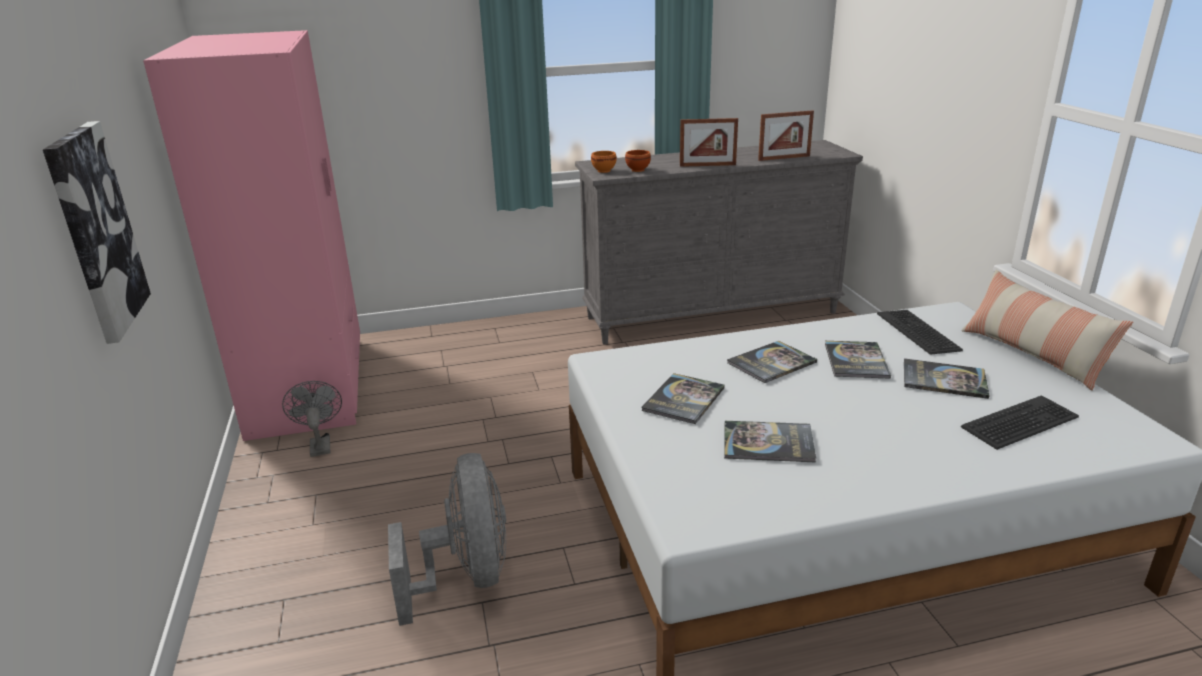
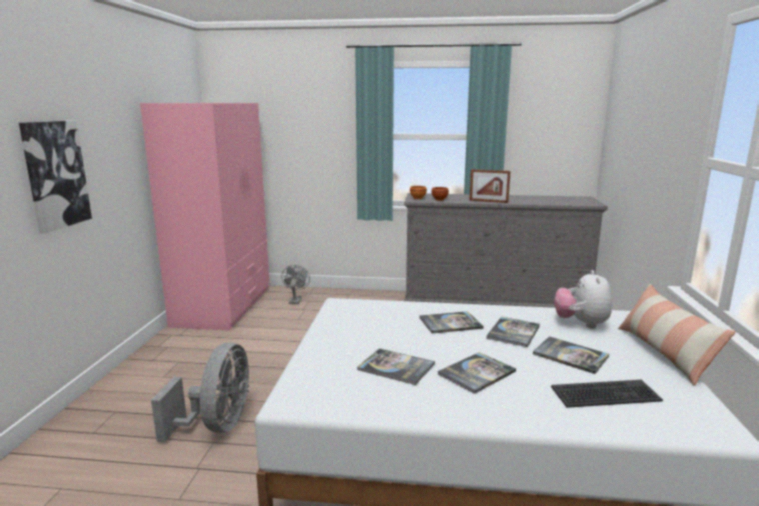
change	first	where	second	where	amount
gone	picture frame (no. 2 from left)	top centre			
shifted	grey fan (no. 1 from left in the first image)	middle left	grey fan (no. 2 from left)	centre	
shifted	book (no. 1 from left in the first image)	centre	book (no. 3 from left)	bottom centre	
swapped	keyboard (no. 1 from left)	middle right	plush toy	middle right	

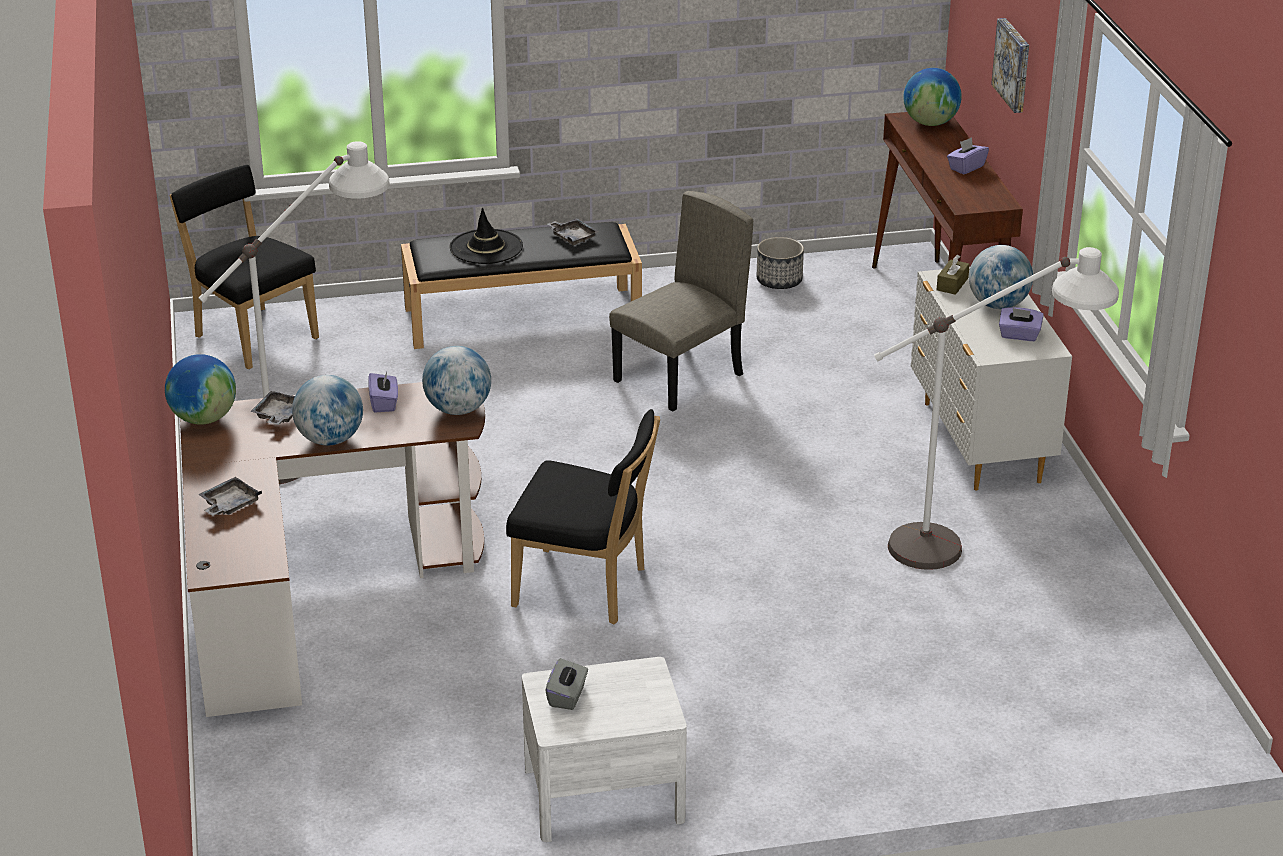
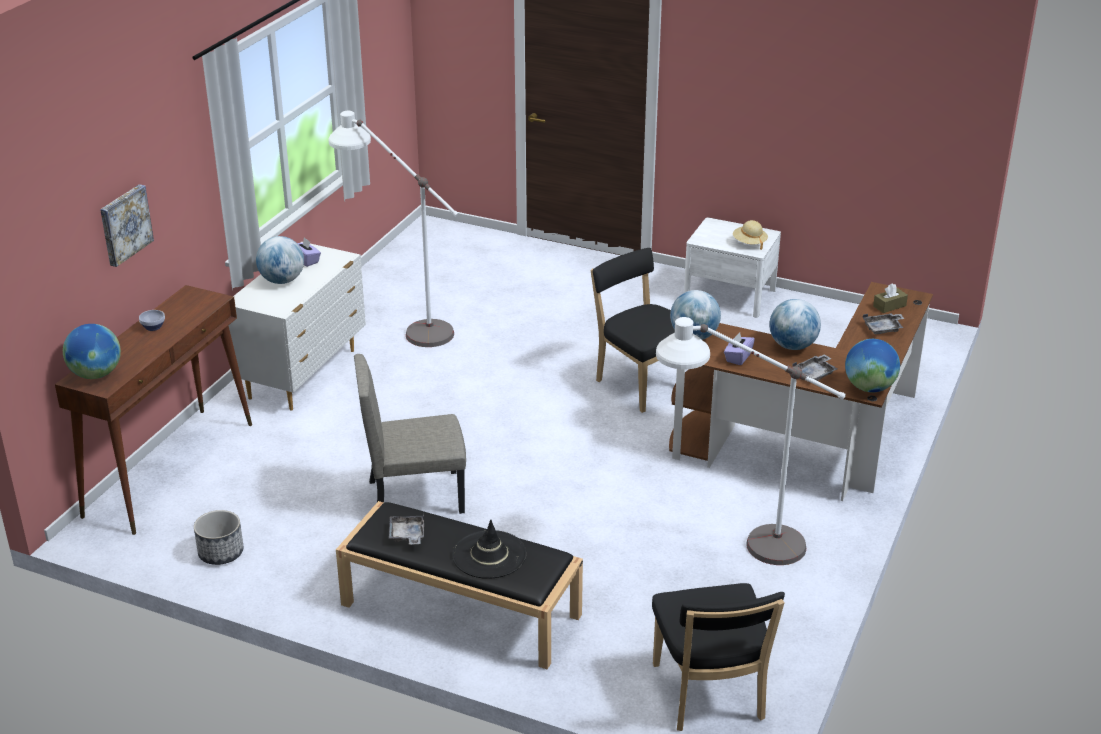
change	first	where	second	where	amount
shifted	brown tissue box	top right		middle right	
swapped	grey tissue box	bottom centre	beige hat	top right	
swapped	purple tissue box (no. 2 from left)	top right	bowl	middle left	

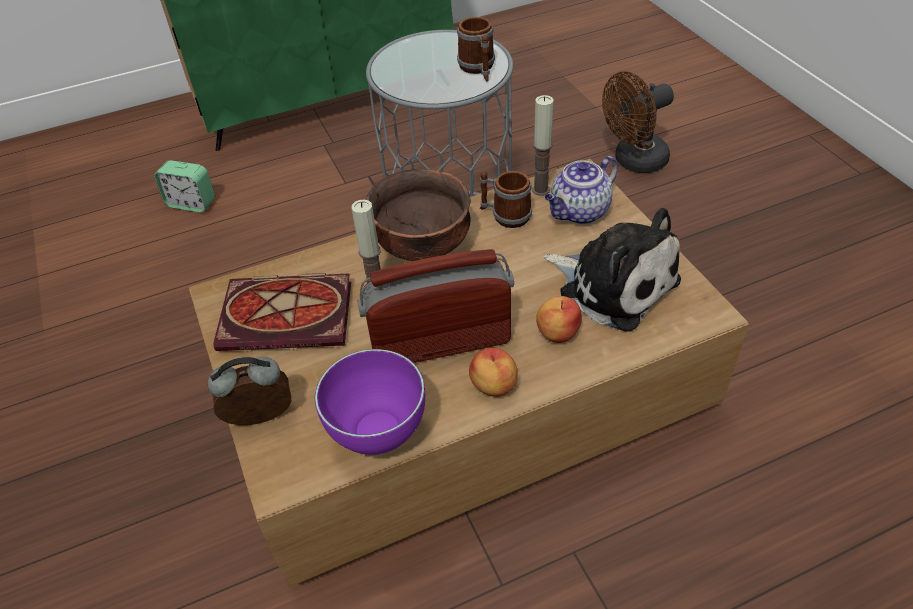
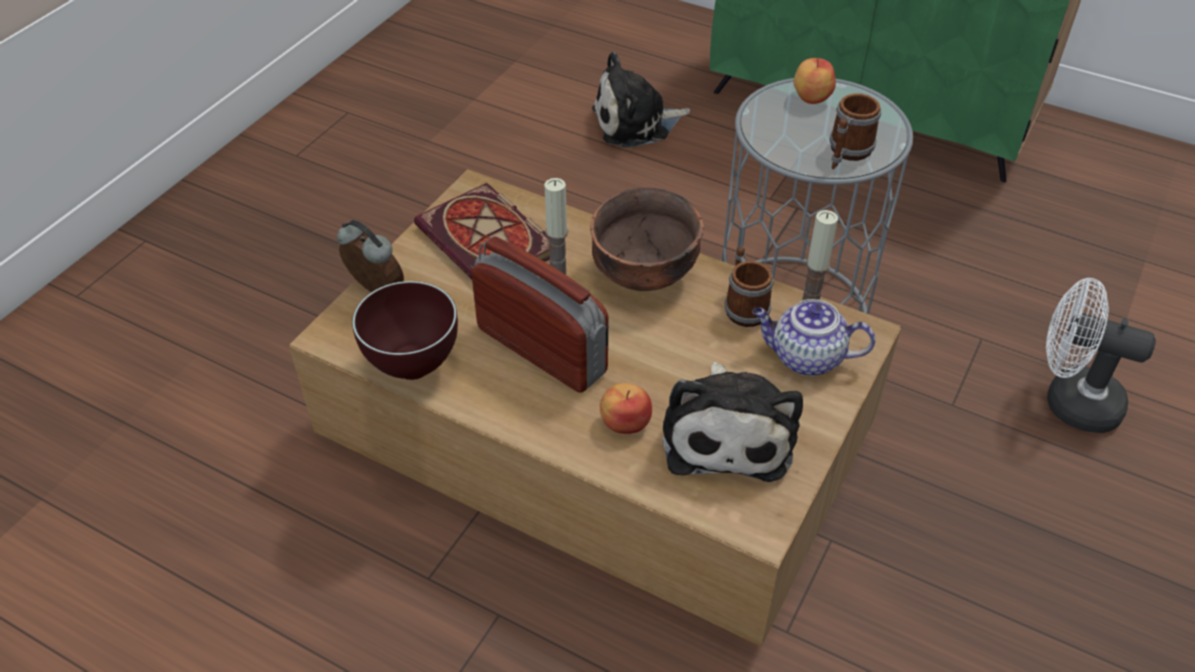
change	first	where	second	where	amount
shifted	apple (no. 1 from left in the first image)	centre	apple (no. 2 from left)	top right	
swapped	alarm clock (no. 1 from left)	top left	plush toy (no. 1 from left)	top centre	
repainted	purple bowl	centre	brown bowl (no. 1 from left)	centre	
repainted	brown fan	top right	white fan	middle right	

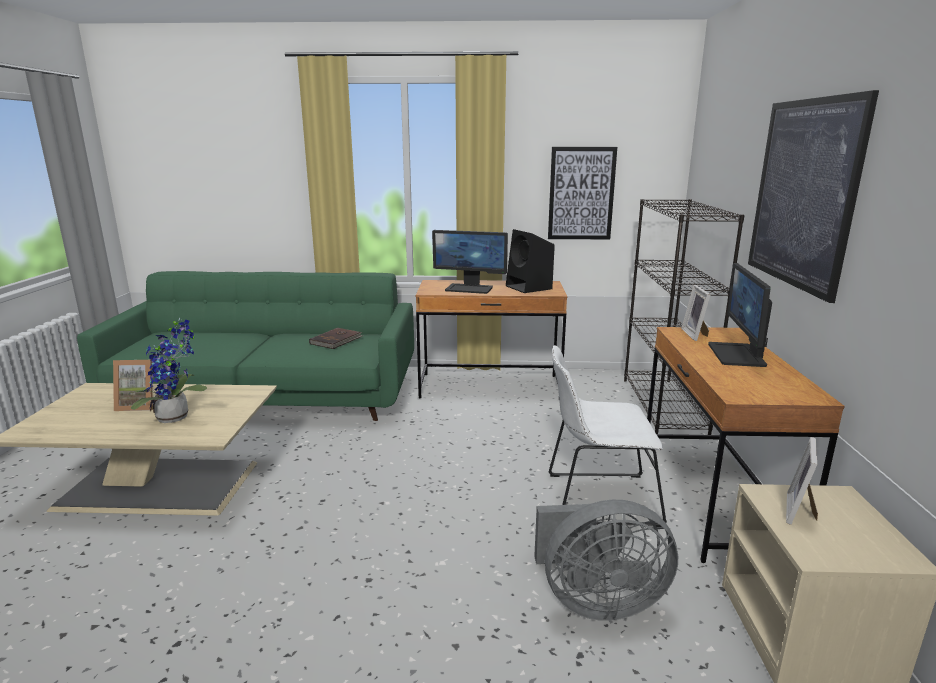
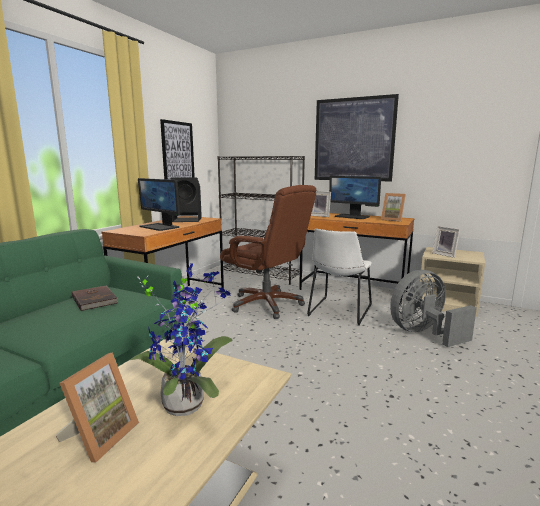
change	first	where	second	where	amount
new			brown office chair	centre	
new			picture frame (no. 3 from left)	middle right	
rotated	monitor (no. 1 from left)	centre		middle left	90 degrees clockwise
rotated	grey fan	bottom centre		middle right	135 degrees counterclockwise

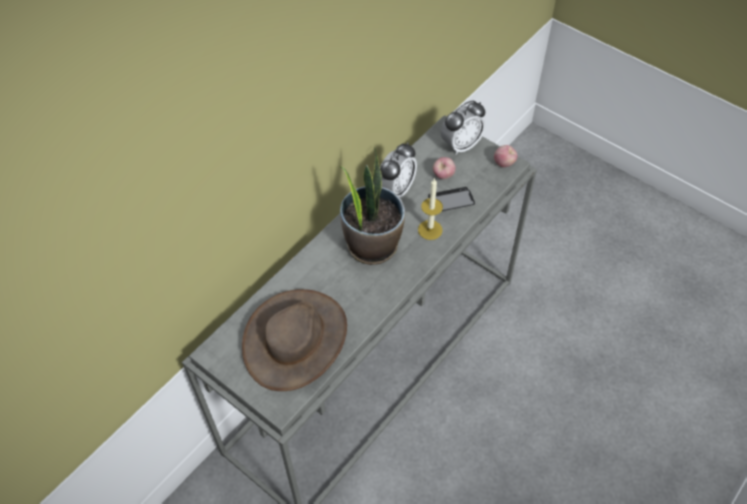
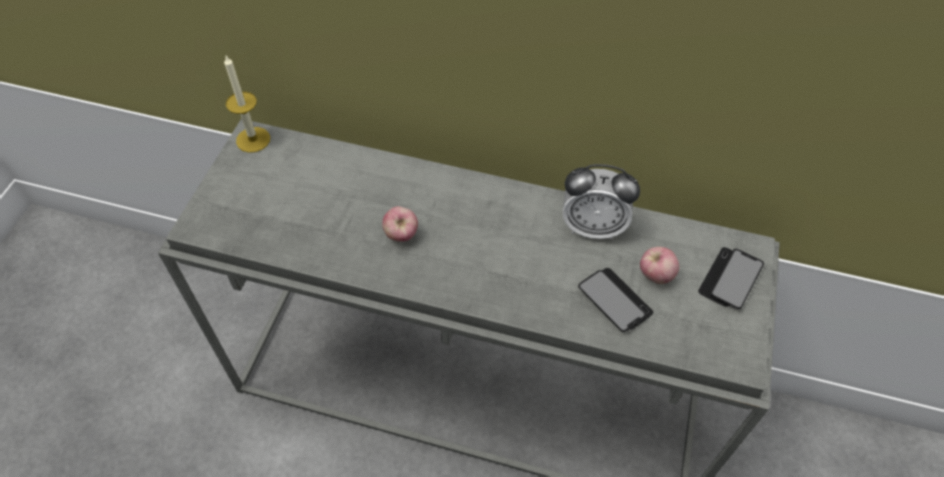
change	first	where	second	where	amount
gone	brown hat	bottom centre			
gone	potted plant	centre			
shifted	candle	centre		top left	
shifted	apple (no. 2 from left in the first image)	top right	apple (no. 1 from left)	centre	
swapped	alarm clock (no. 2 from left)	top centre	phone (no. 2 from left)	middle right	

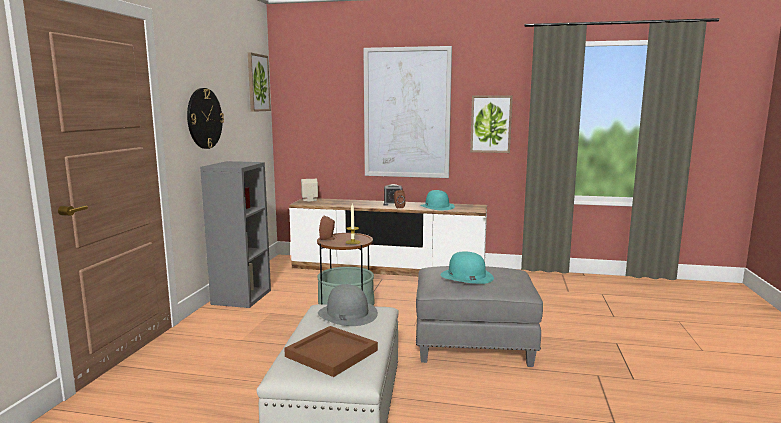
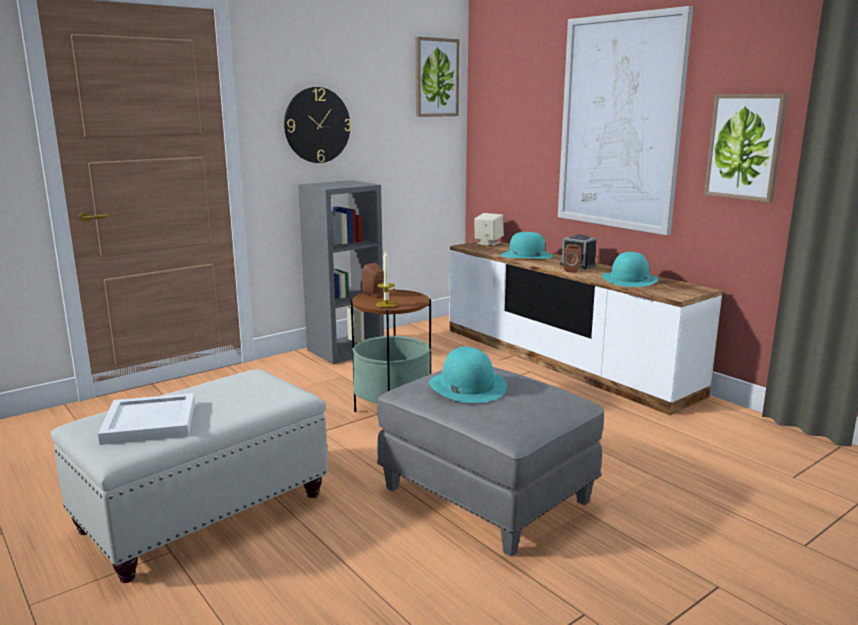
change	first	where	second	where	amount
gone	grey hat	bottom centre			
new			turquoise hat (no. 2 from left)	centre	
repainted	brown tray	bottom centre	white tray	bottom left	

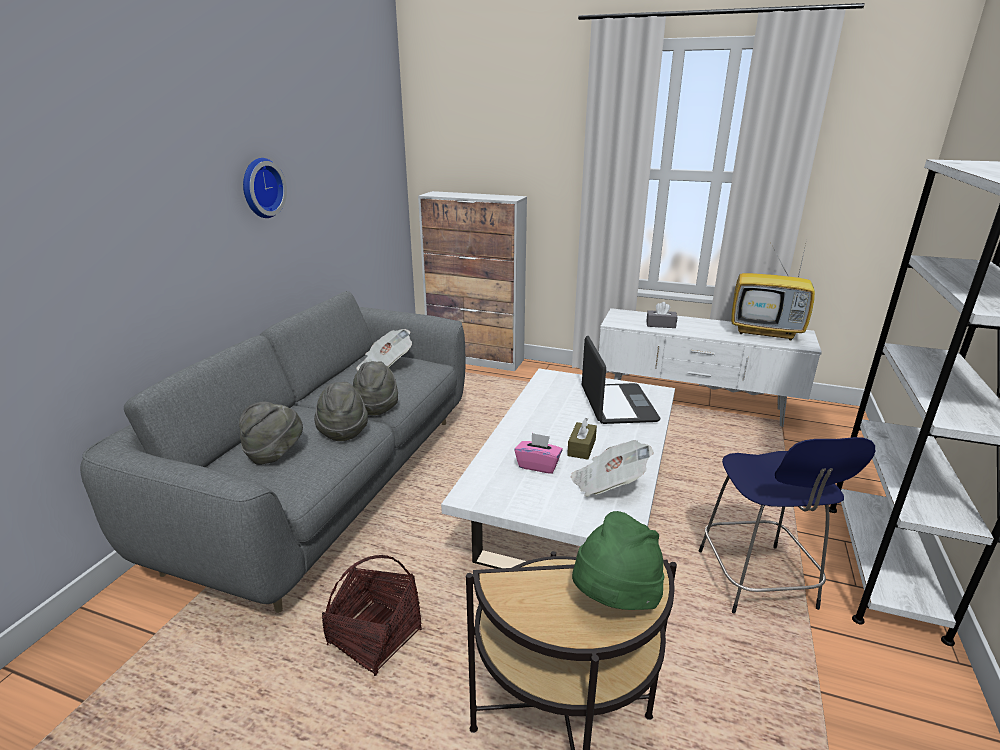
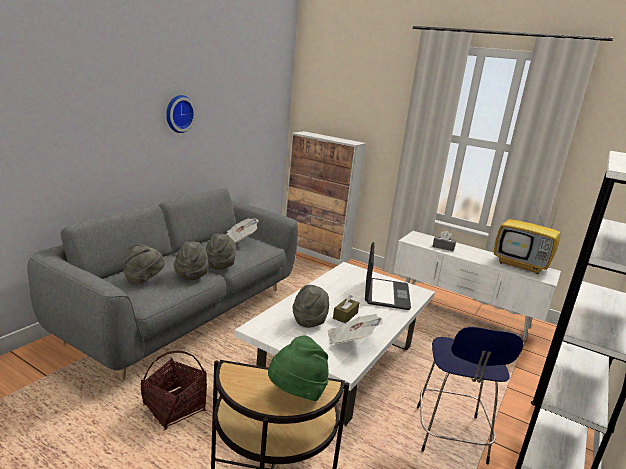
change	first	where	second	where	amount
swapped	pink tissue box	centre	grey hat (no. 4 from left)	centre	

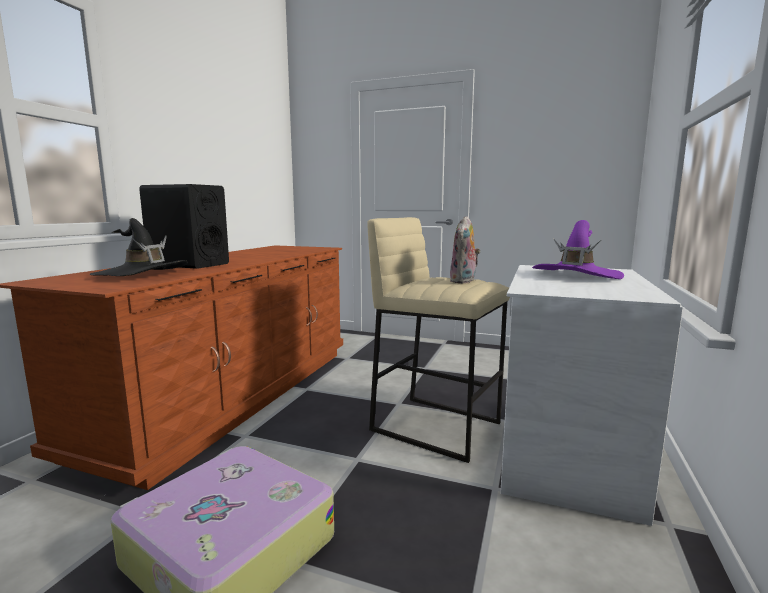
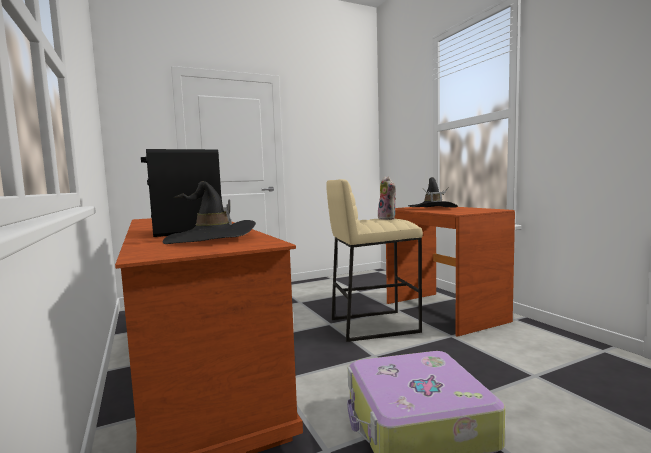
change	first	where	second	where	amount
repainted	white desk	middle right	brown desk	middle right	
repainted	purple hat	middle right	black hat (no. 2 from left)	centre	

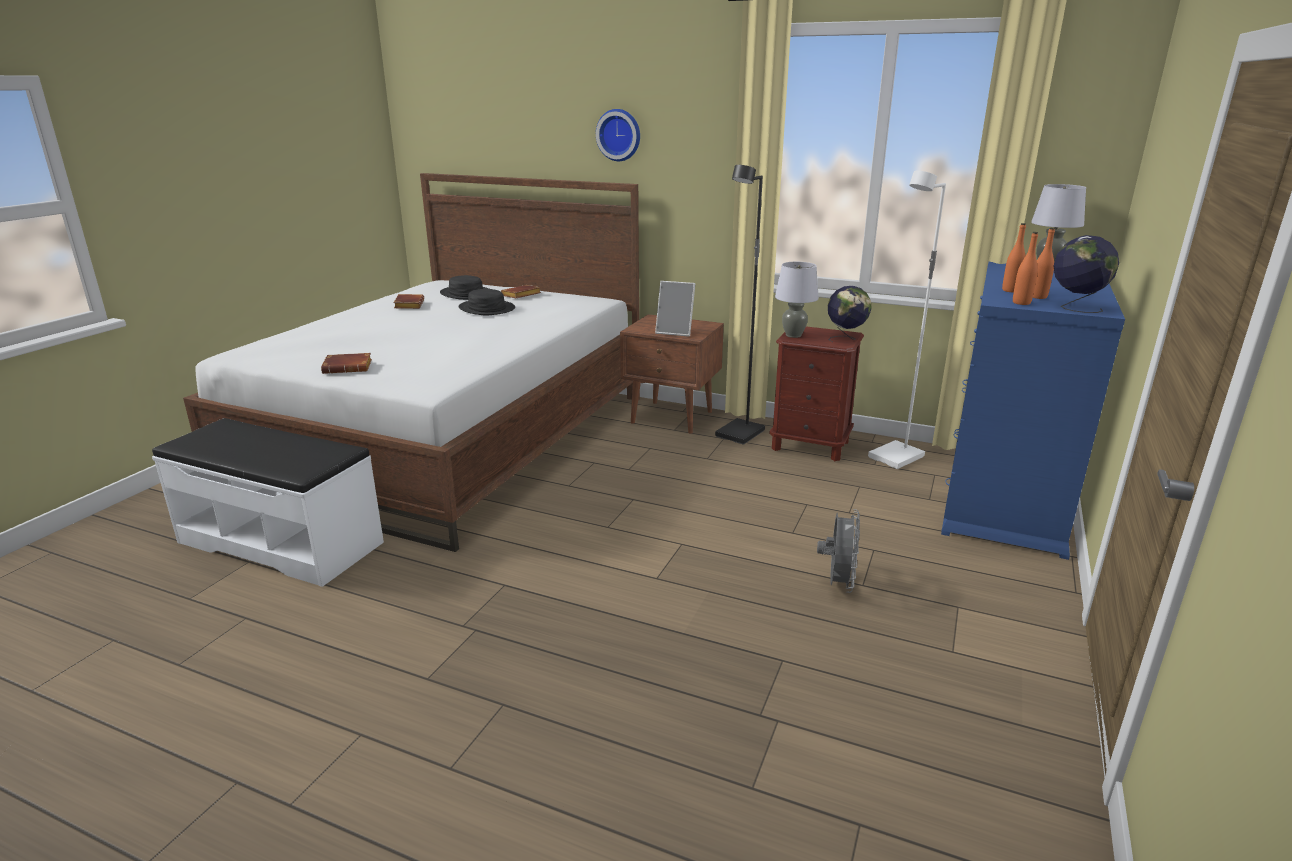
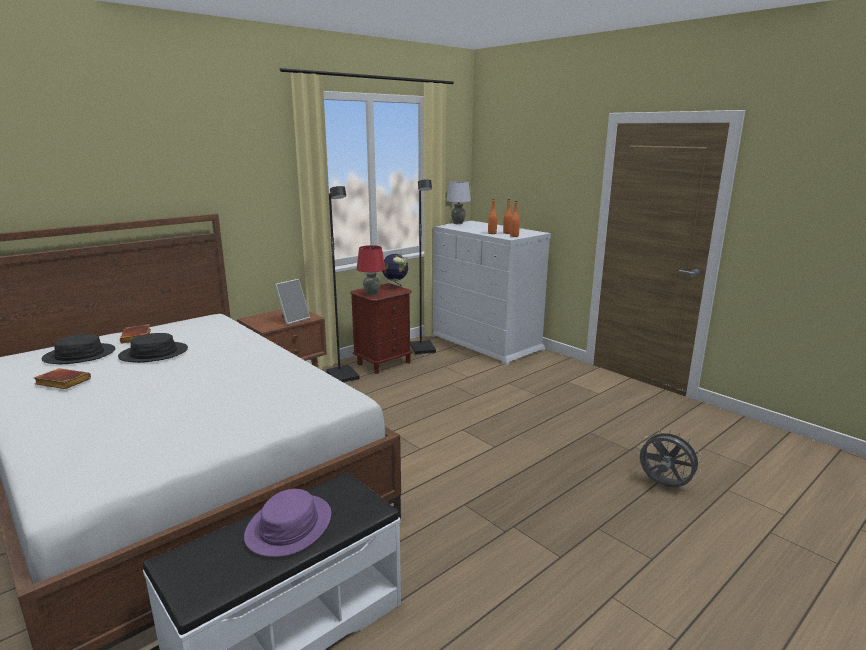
change	first	where	second	where	amount
gone	brown book (no. 1 from left)	middle left			
gone	wall clock	top centre			
gone	globe (no. 2 from left)	top right			
new			purple hat	bottom left	
shifted	grey fan	centre		bottom right	
repainted	grey table lamp (no. 1 from left)	centre	red table lamp	centre	
repainted	white floor lamp	middle right	black floor lamp (no. 2 from left)	centre	
repainted	blue dresser	middle right	white dresser	centre	

